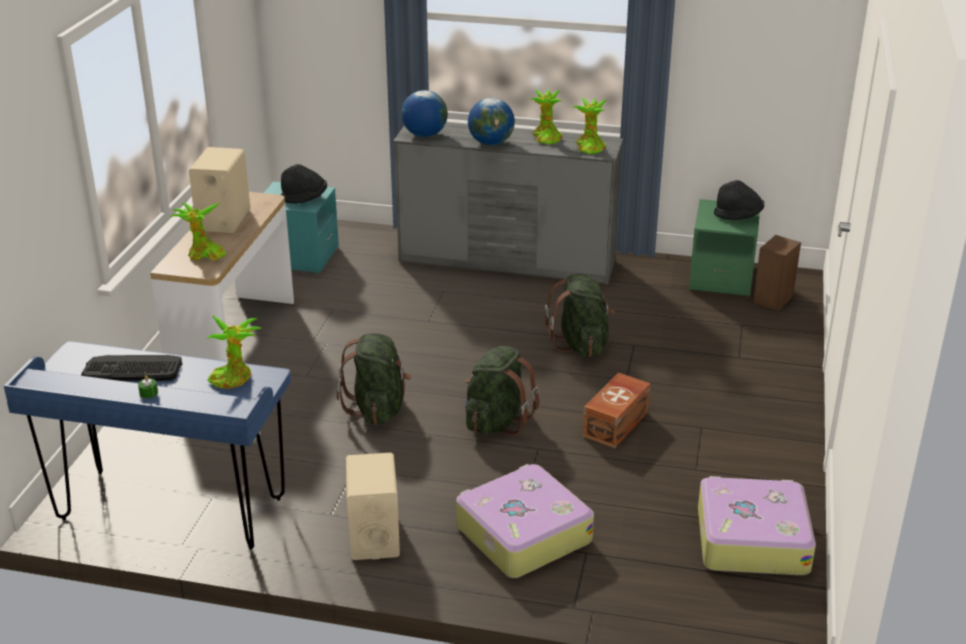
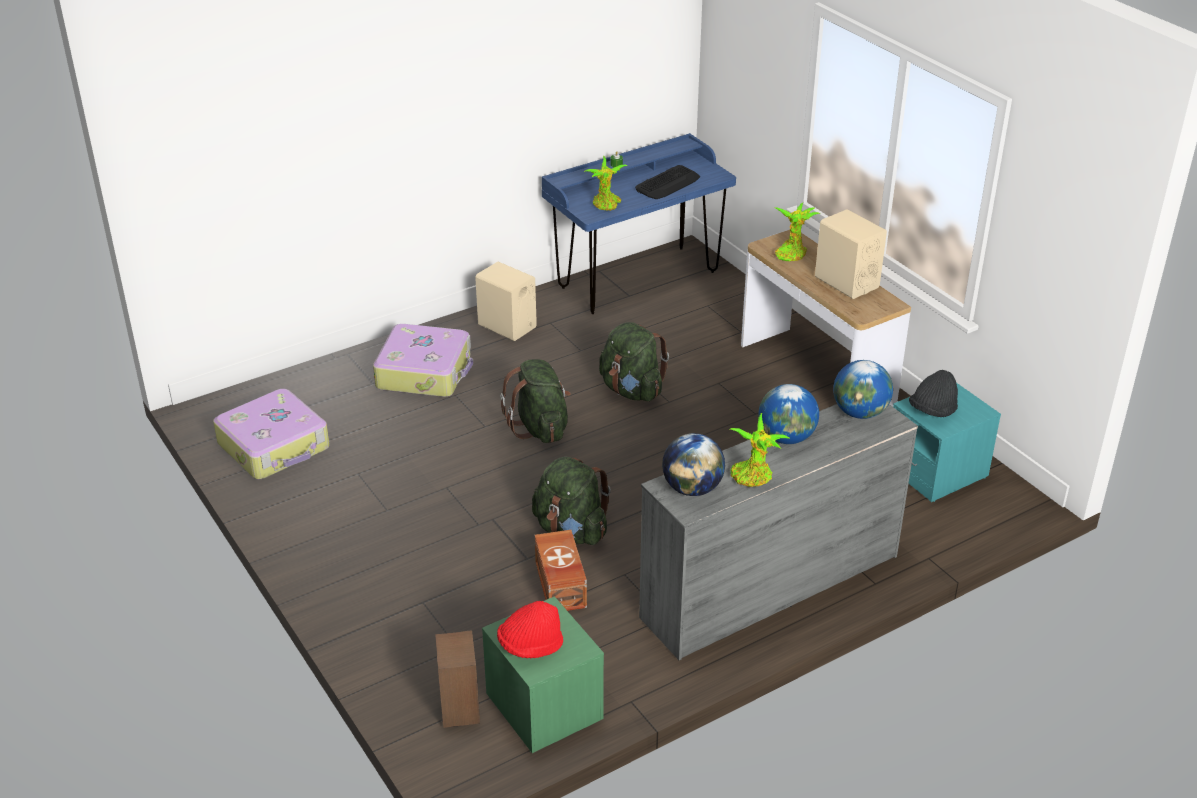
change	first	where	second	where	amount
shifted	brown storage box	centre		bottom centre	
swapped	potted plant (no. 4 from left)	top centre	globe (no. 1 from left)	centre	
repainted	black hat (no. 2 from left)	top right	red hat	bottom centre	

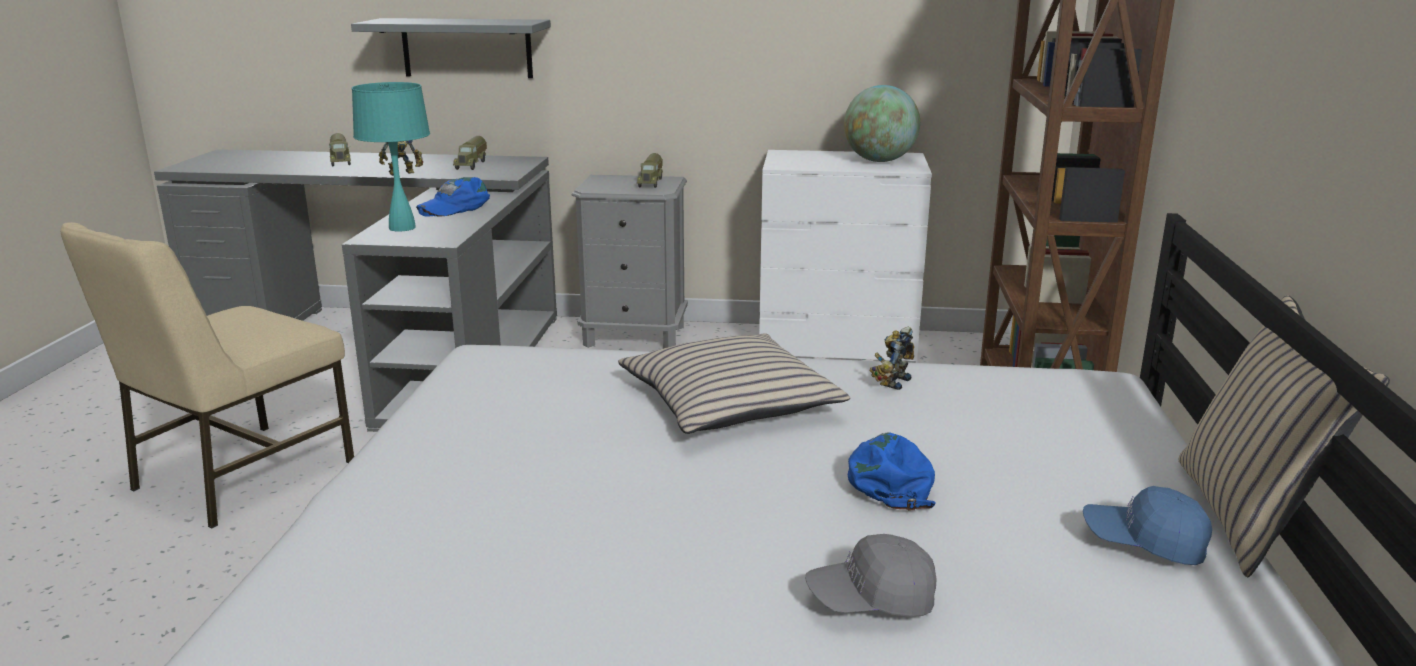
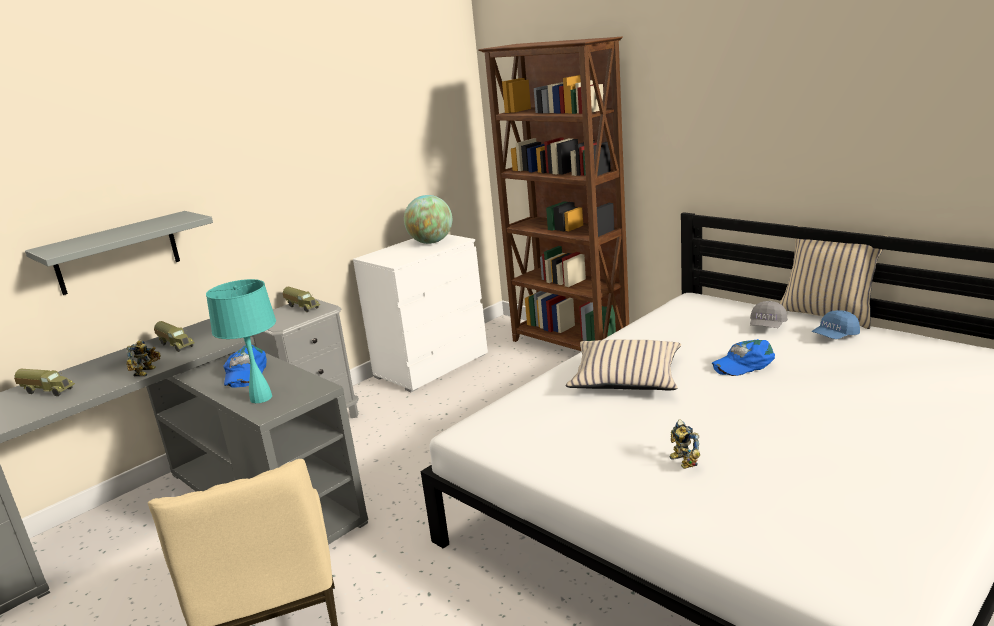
change	first	where	second	where	amount
shifted	grey cap	bottom centre		middle right	
shifted	toy robot (no. 2 from left)	centre		bottom right	
rotated	blue cap (no. 2 from left)	bottom centre		middle right	60 degrees counterclockwise

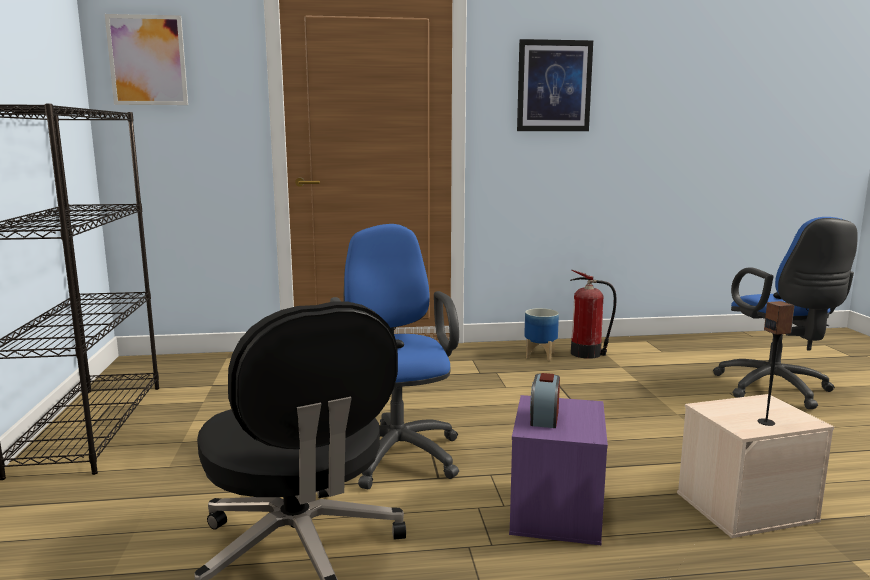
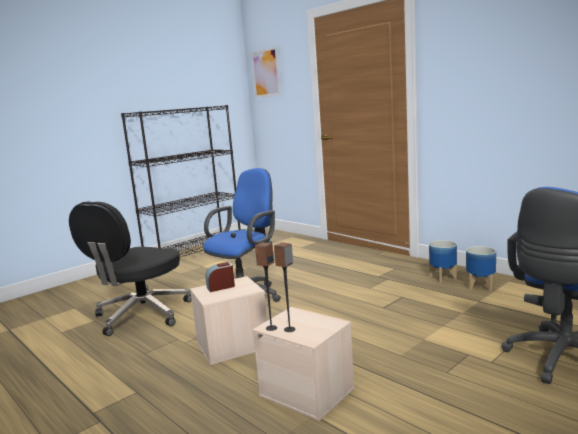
change	first	where	second	where	amount
gone	picture (no. 2 from left)	top centre			
new			speaker (no. 1 from left)	centre	
swapped	fire extinguisher	middle right	planter (no. 2 from left)	middle right	
repainted	purple storage box	bottom centre	beige storage box (no. 1 from left)	bottom centre	

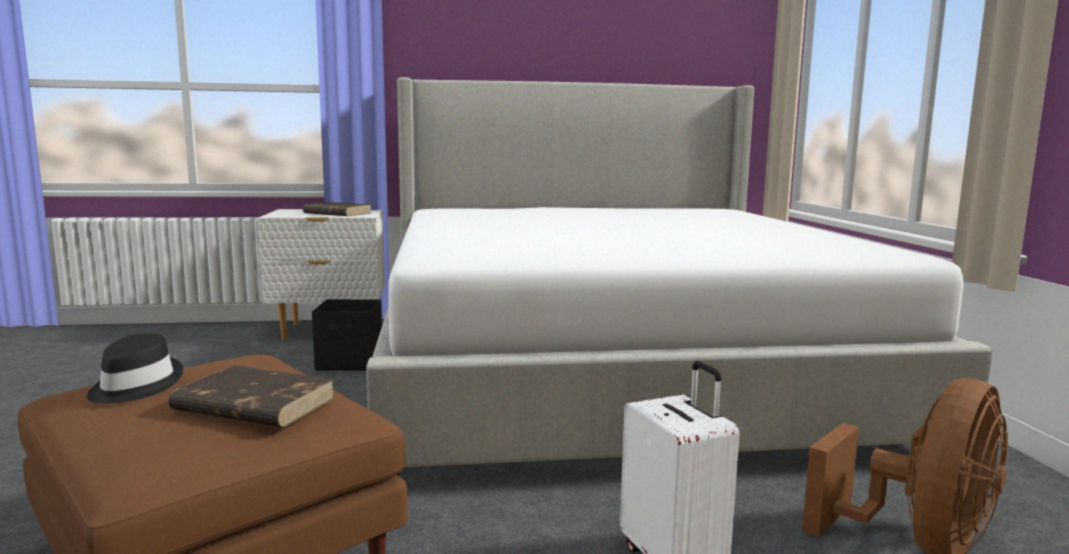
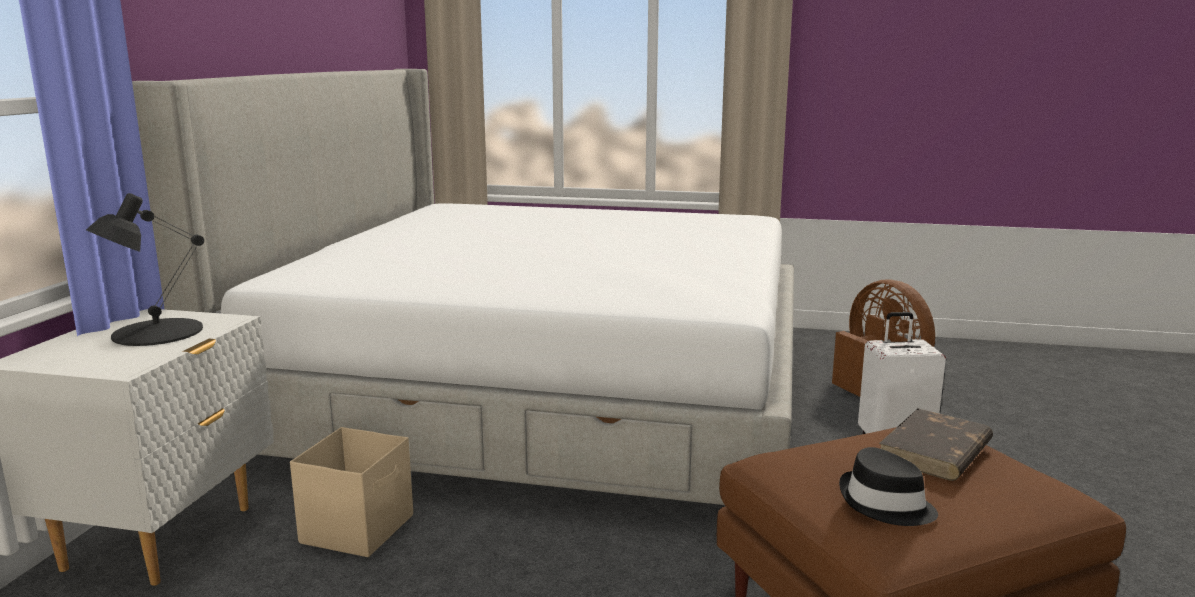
change	first	where	second	where	amount
swapped	brown book (no. 2 from left)	middle left	black table lamp	middle left	
repainted	black storage box	middle left	beige storage box	bottom left	

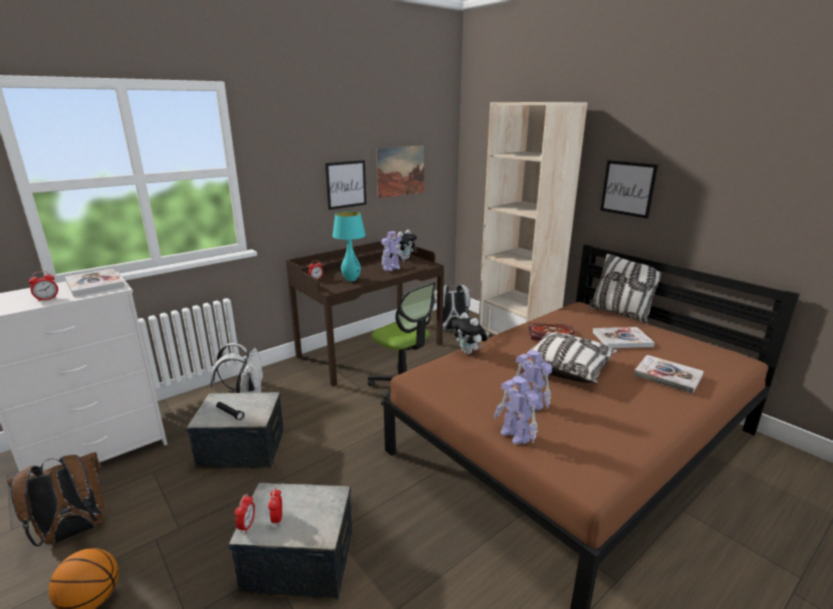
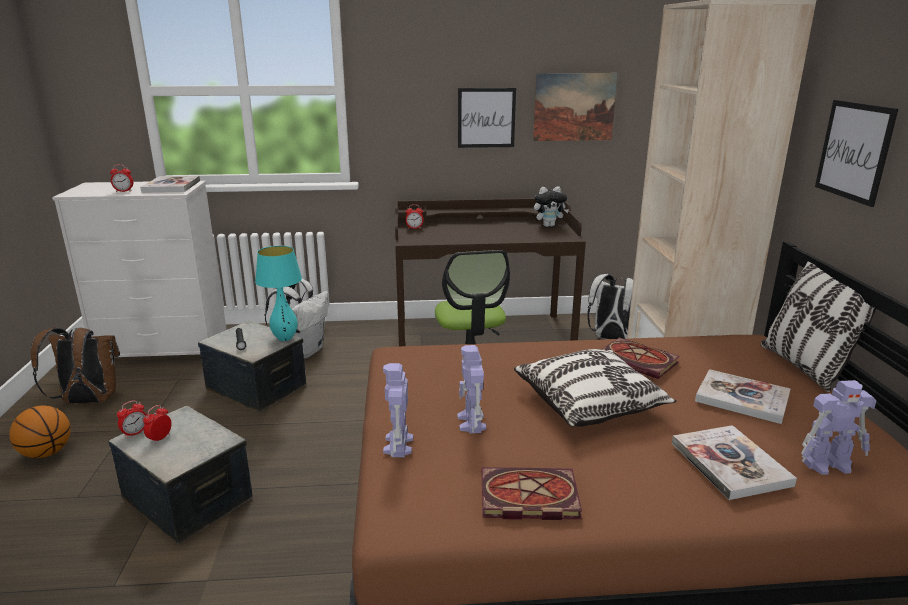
change	first	where	second	where	amount
gone	plush toy (no. 2 from left)	centre			
new			book (no. 2 from left)	bottom centre	
shifted	turquoise table lamp	centre		middle left	
shifted	toy robot (no. 1 from left in the first image)	centre	toy robot (no. 3 from left)	bottom right	

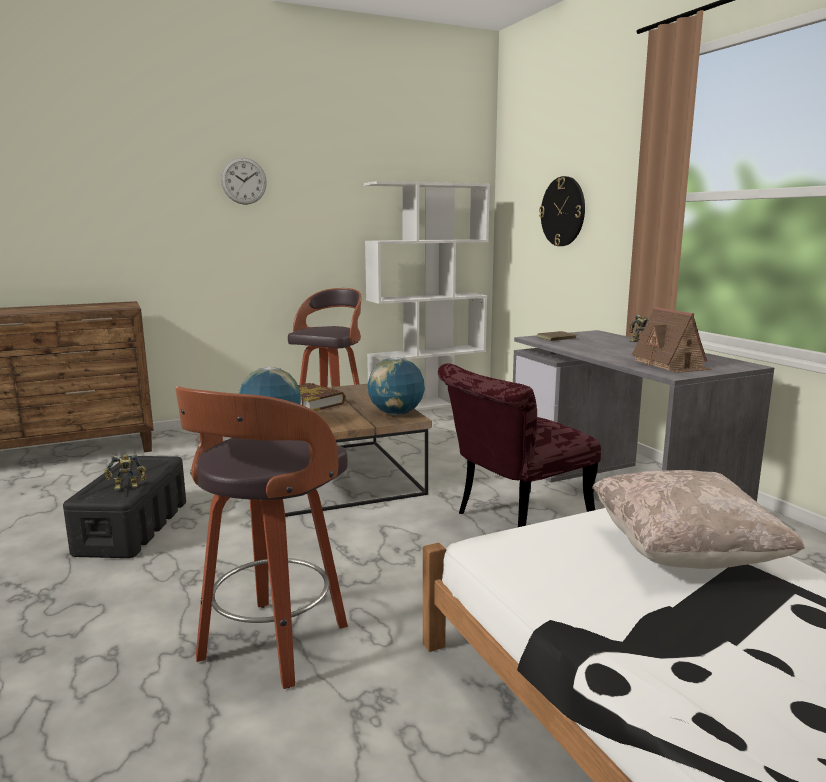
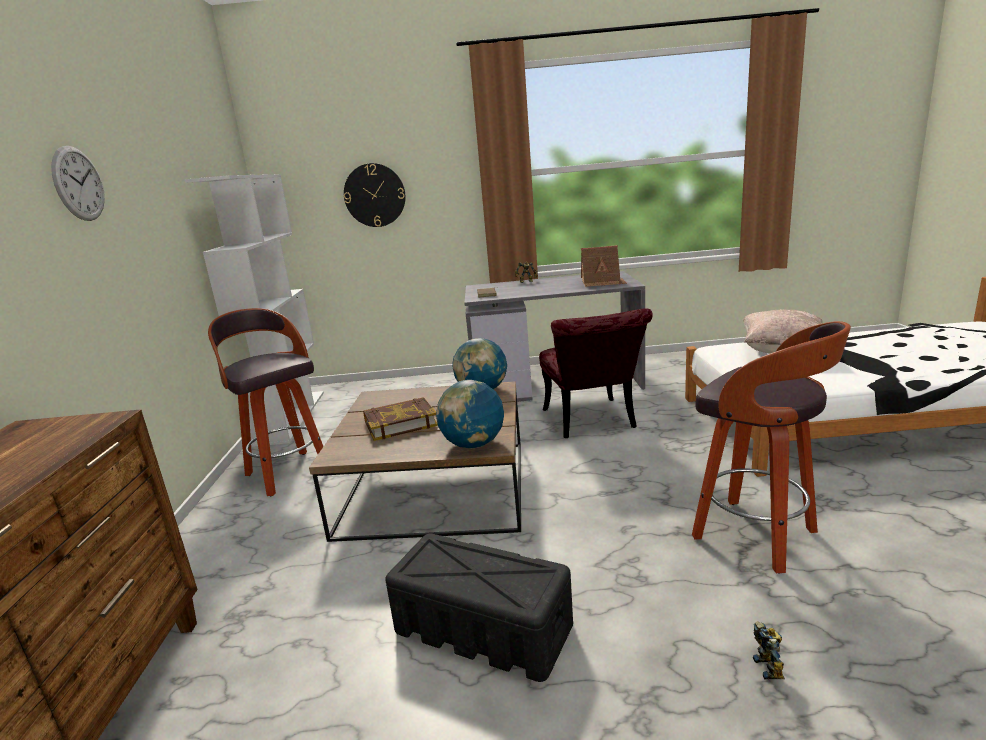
change	first	where	second	where	amount
shifted	toy robot (no. 1 from left in the first image)	middle left	toy robot (no. 2 from left)	bottom right	

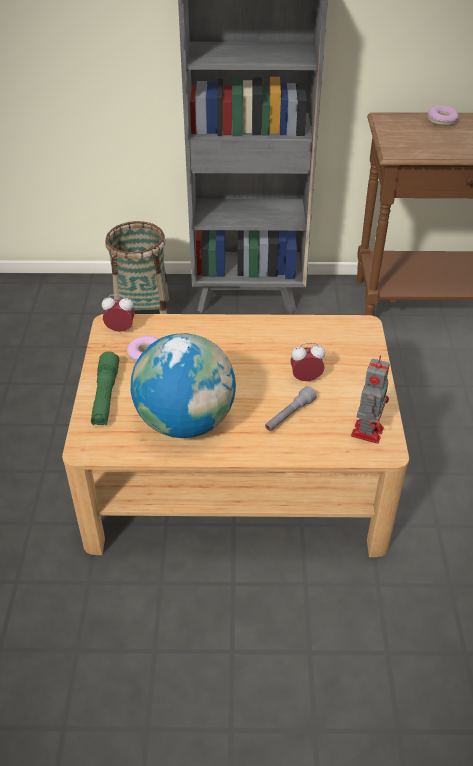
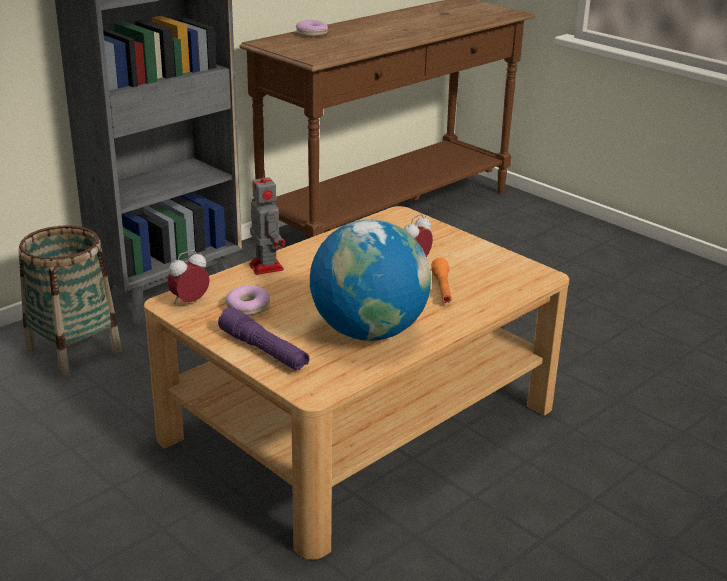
change	first	where	second	where	amount
shifted	toy robot	middle right		centre	
repainted	green flashlight	middle left	purple flashlight	centre	
repainted	grey flashlight	centre	orange flashlight	centre	

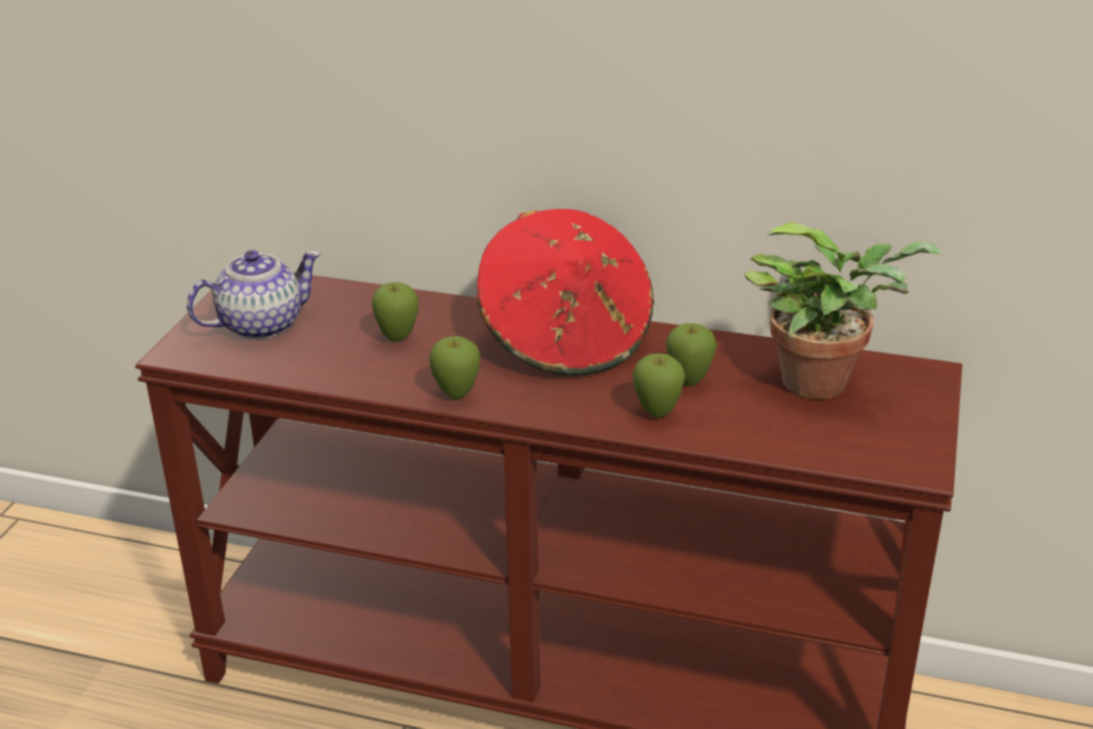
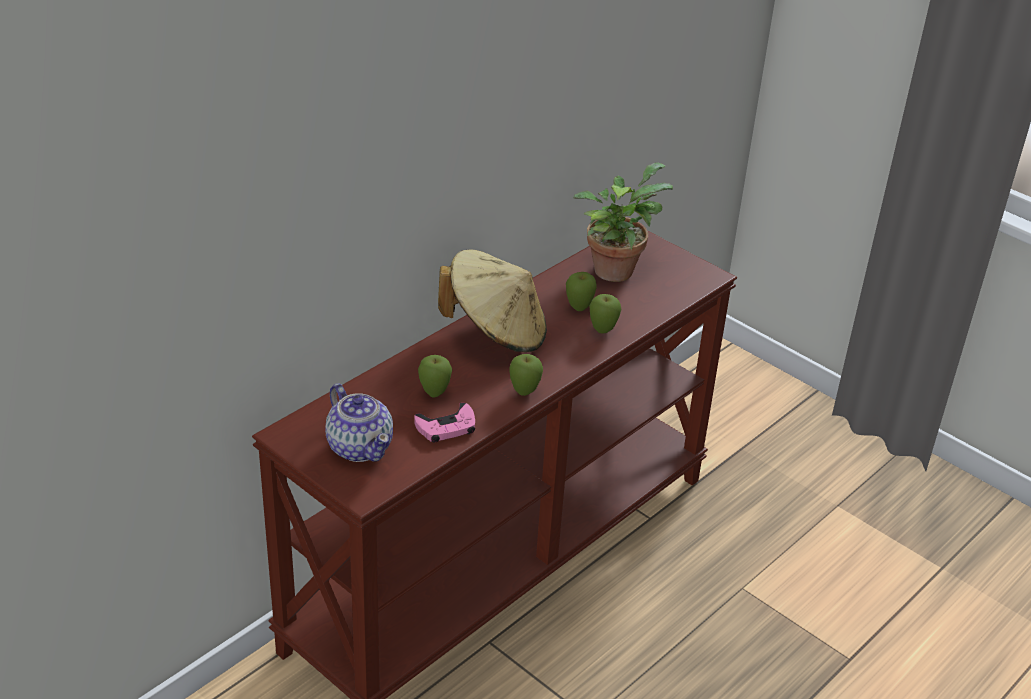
change	first	where	second	where	amount
new			pink game controller	centre	
repainted	red hat	centre	beige hat	centre	
rotated	teapot	middle left		centre	150 degrees clockwise

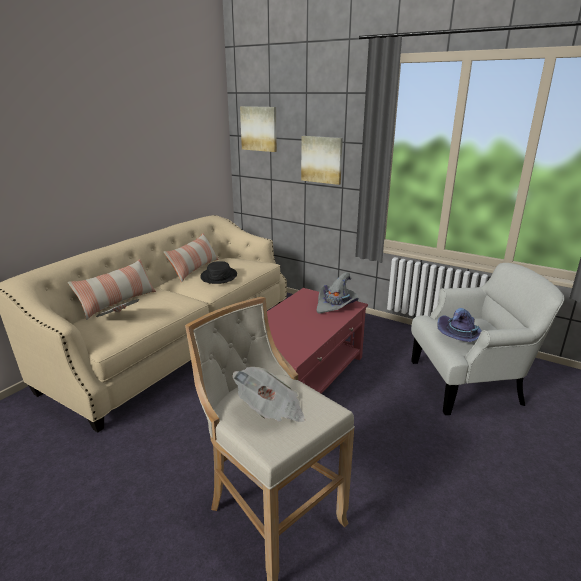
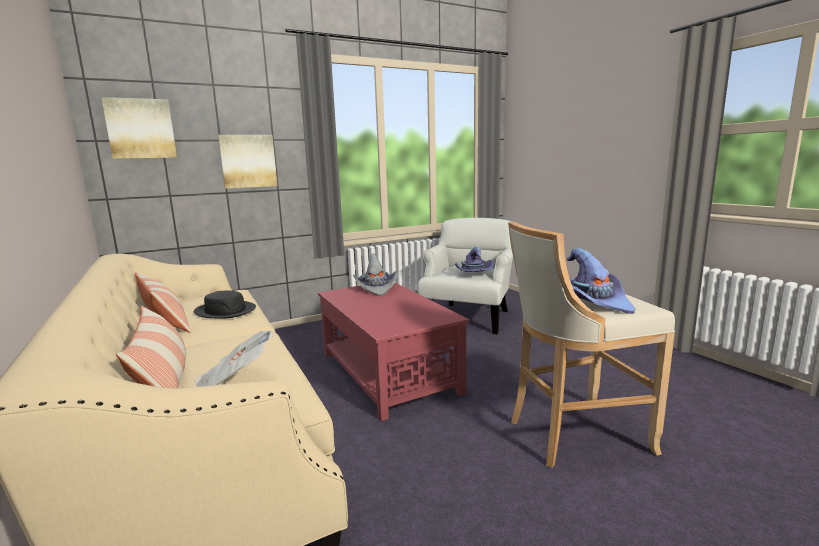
change	first	where	second	where	amount
swapped	newspaper (no. 2 from left)	bottom centre	purple hat (no. 2 from left)	middle right	

